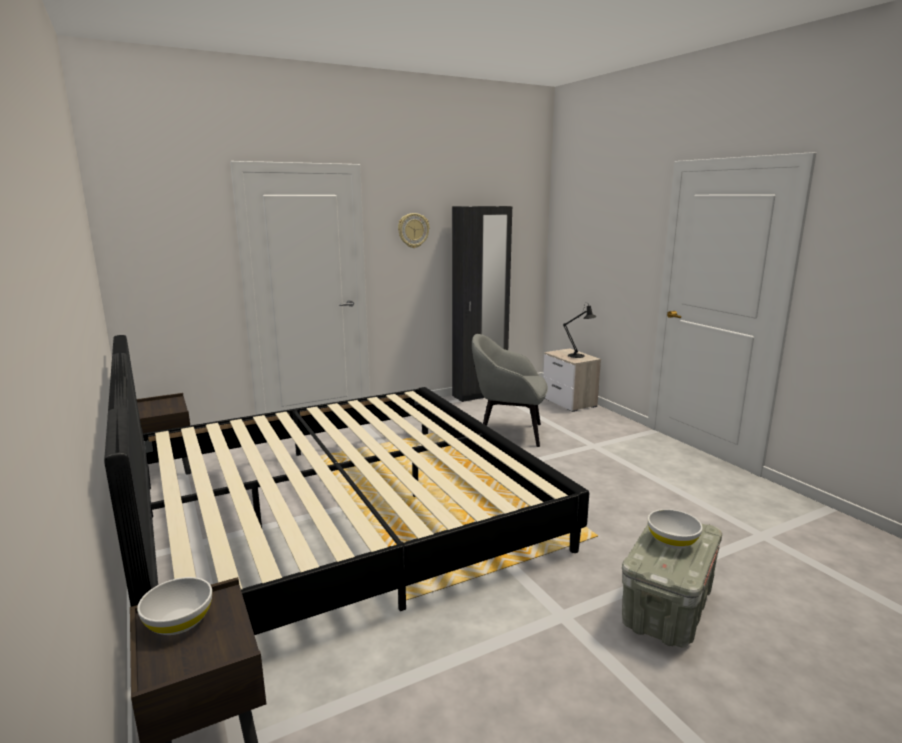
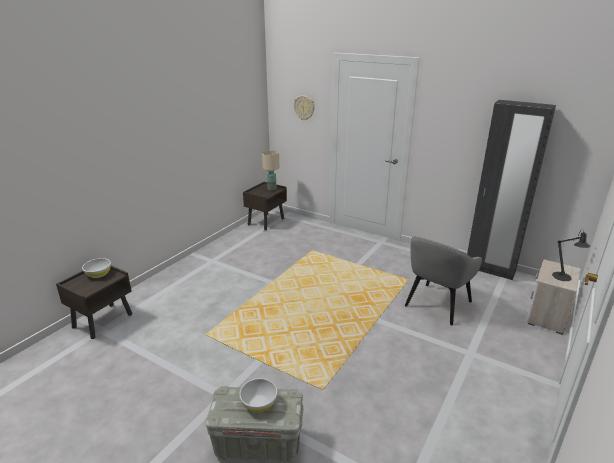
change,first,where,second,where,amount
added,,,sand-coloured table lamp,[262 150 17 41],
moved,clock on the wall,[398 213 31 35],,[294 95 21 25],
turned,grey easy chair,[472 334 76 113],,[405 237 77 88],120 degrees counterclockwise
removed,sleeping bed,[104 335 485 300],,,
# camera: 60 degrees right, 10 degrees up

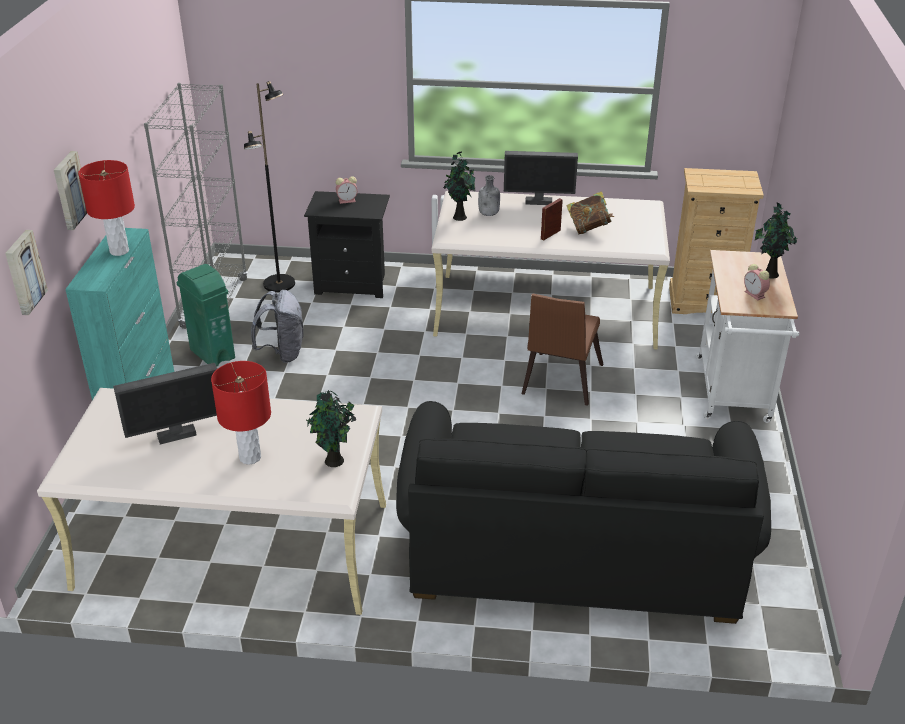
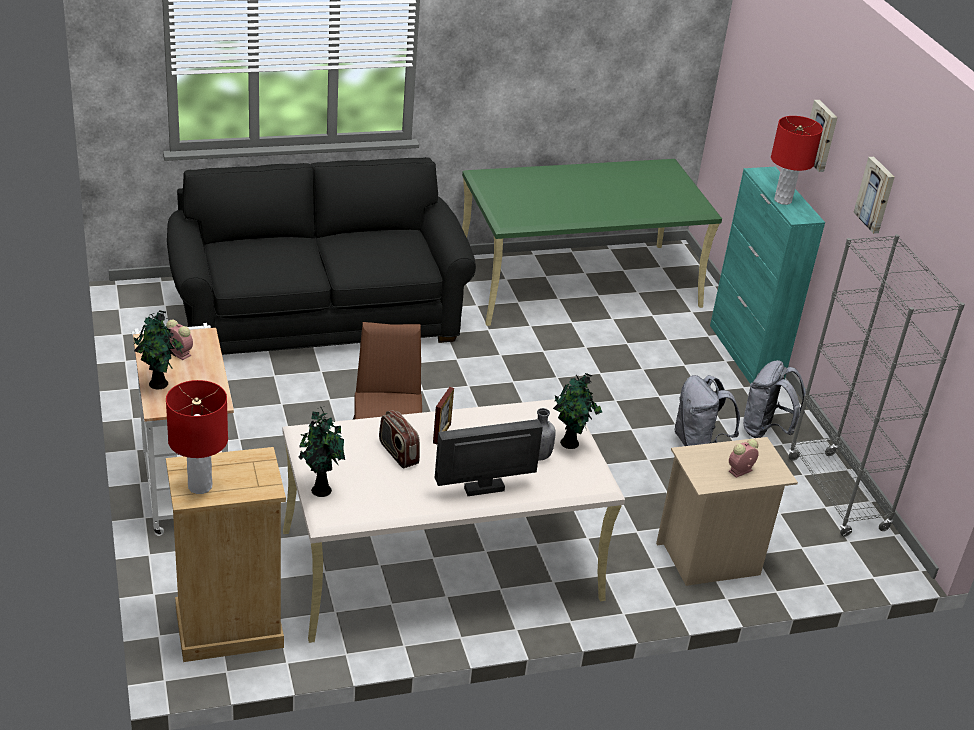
change,first,where,second,where,amount
moved,red-coloured table lamp,[211 361 60 104],,[166 380 62 114],
moved,potted plant,[307 390 49 77],,[299 406 46 91],
replaced,book,[566 191 48 44],radio receiver,[379 410 41 58],
recoloured,sand-coloured desk,[37 388 349 227],greenish desk,[462 159 260 167],
recoloured,black night table,[304 191 86 107],sand-coloured night table,[656 437 142 149],
replaced,greenish trash can,[177 264 58 103],grey backpack,[743 360 63 78],
moved,wall art,[5 230 43 85],,[853 157 41 77],
removed,computer display,[113 363 104 82],,,
removed,black floor lamp,[244 81 51 211],,,
# camera: 155 degrees right, 0 degrees up

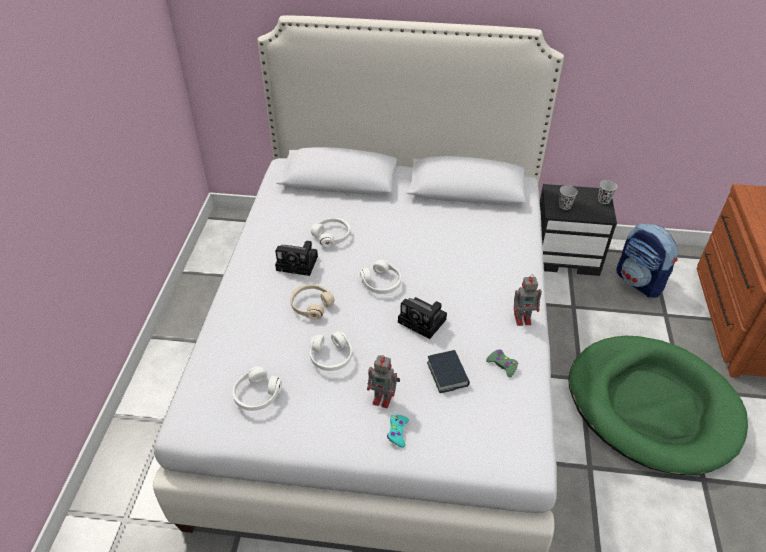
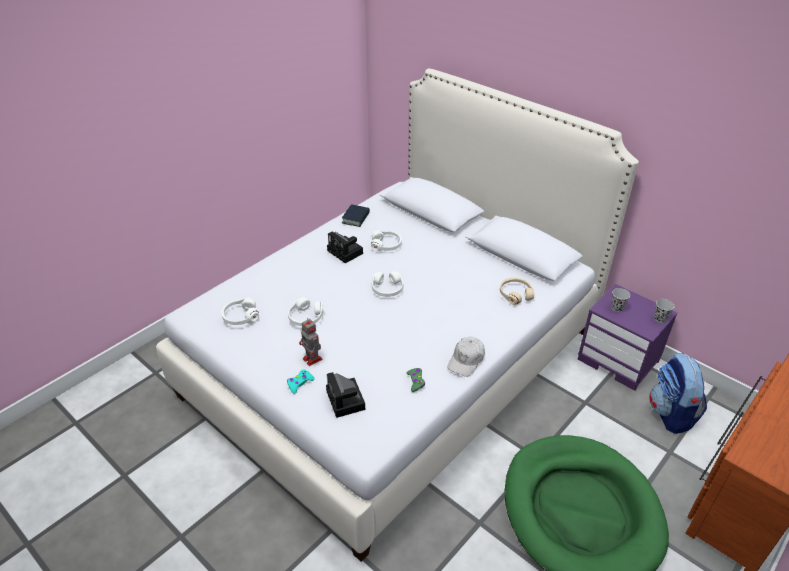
change,first,where,second,where,amount
moved,still camera,[398 297 49 42],,[326 372 39 46],
moved,book,[427 350 43 43],,[342 204 28 23],
replaced,toy robot,[514 274 28 52],white-coloured baseball cap,[447 337 38 40],
moved,sand-coloured pair of headphones,[290 284 45 36],,[500 278 34 27],
recoloured,black night table,[540 184 77 92],purple-coloured night table,[578 284 99 107],
# camera: 35 degrees right, 5 degrees down

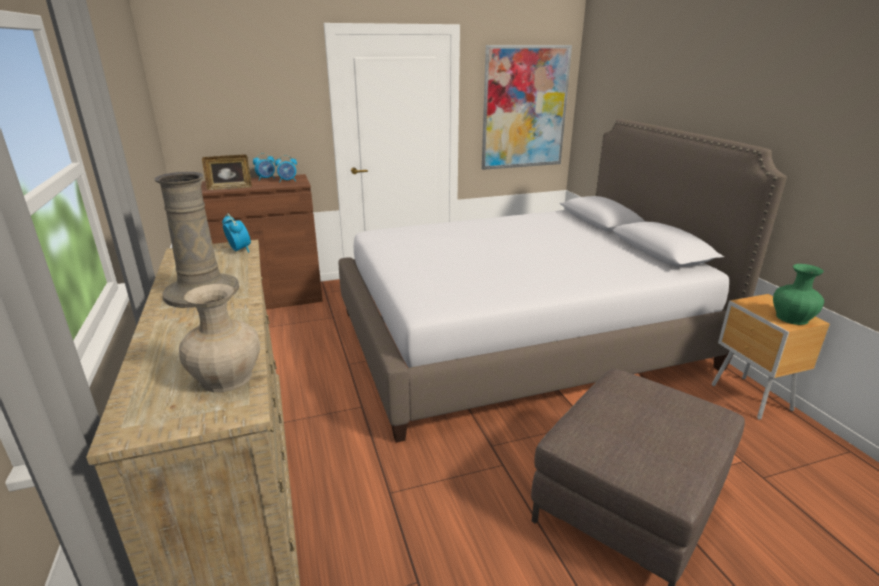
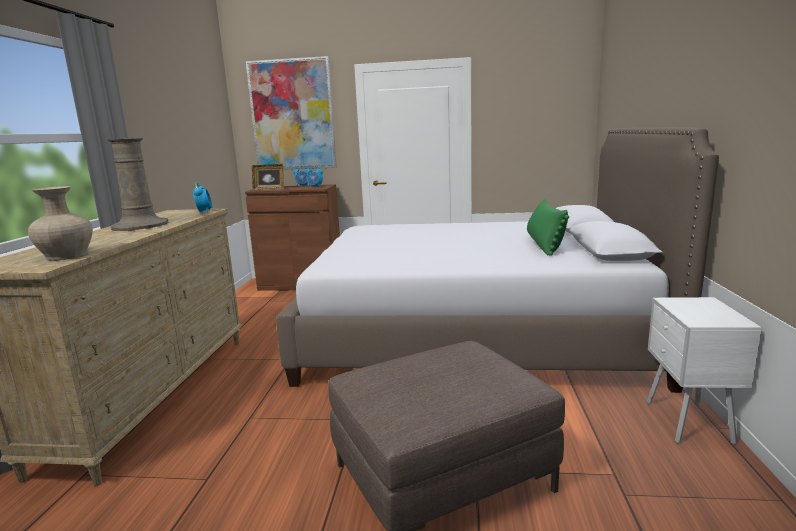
change,first,where,second,where,amount
moved,wall art,[482 45 90 125],,[246 56 91 114],
added,,,greenish pillow,[527 199 42 57],
recoloured,brown-coloured night table,[712 294 118 126],white-coloured night table,[647 297 115 148],
removed,greenish vase,[773 264 51 61],,,
# camera: 25 degrees right, 10 degrees down

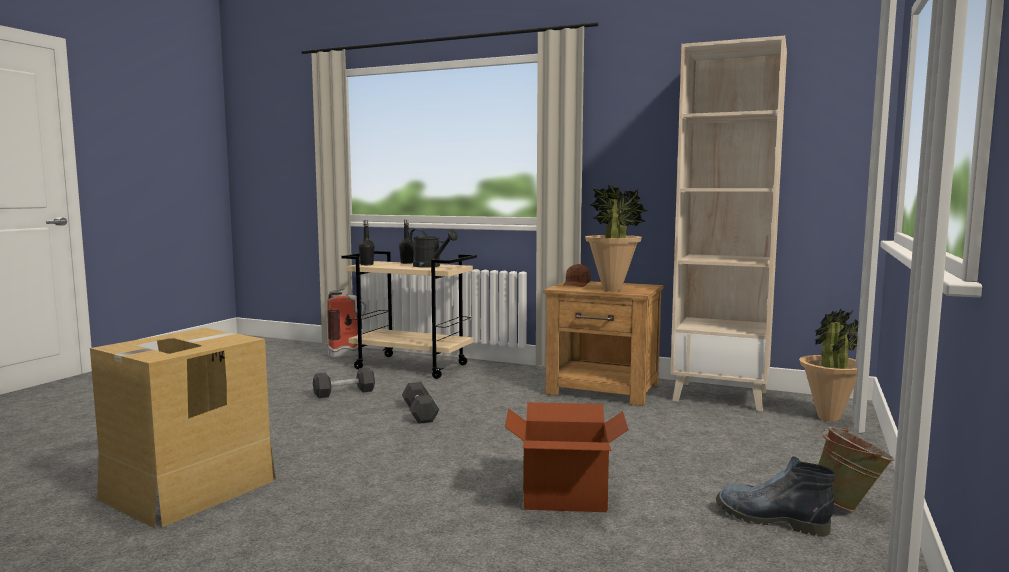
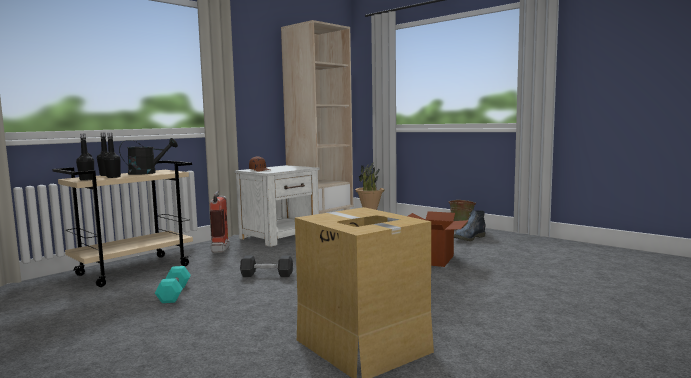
change,first,where,second,where,amount
added,,,black beverage bottle,[104 133 17 45],
recoloured,black free weight,[313 367 62 31],turquoise-coloured free weight,[155 266 36 37],
moved,fire-fighting cylinder,[327 288 39 71],,[209 191 21 62],
recoloured,brown-coloured night table,[544 281 120 125],white-coloured night table,[234 165 86 82],
removed,potted plant,[585 184 62 107],,,
# camera: 70 degrees left, 0 degrees up

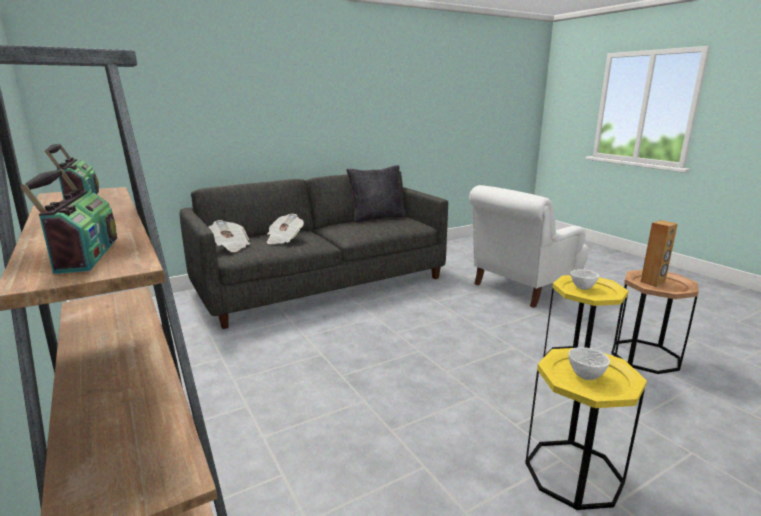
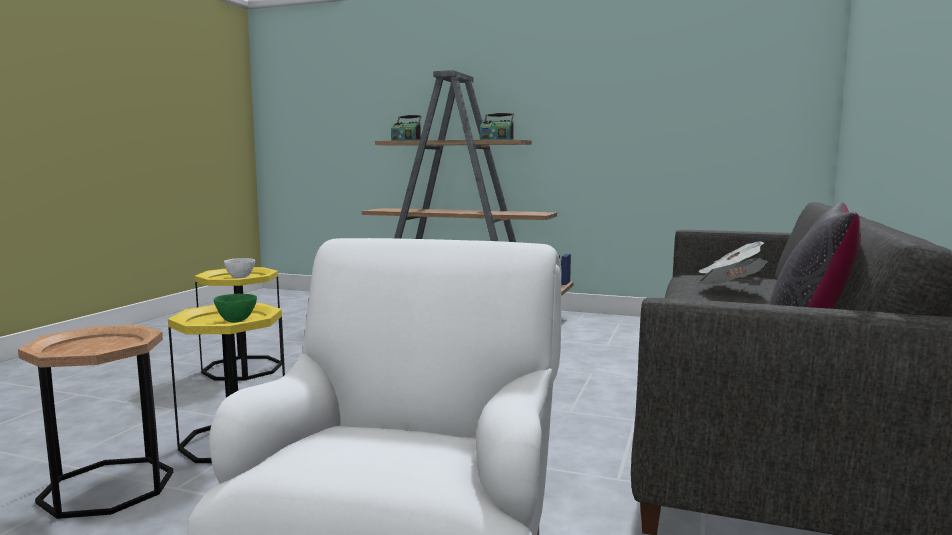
change,first,where,second,where,amount
recoloured,white-coloured bowl,[571 269 28 21],greenish bowl,[214 294 43 29],
removed,brown-coloured loudspeaker,[641 220 37 67],,,
# camera: 140 degrees right, 10 degrees down

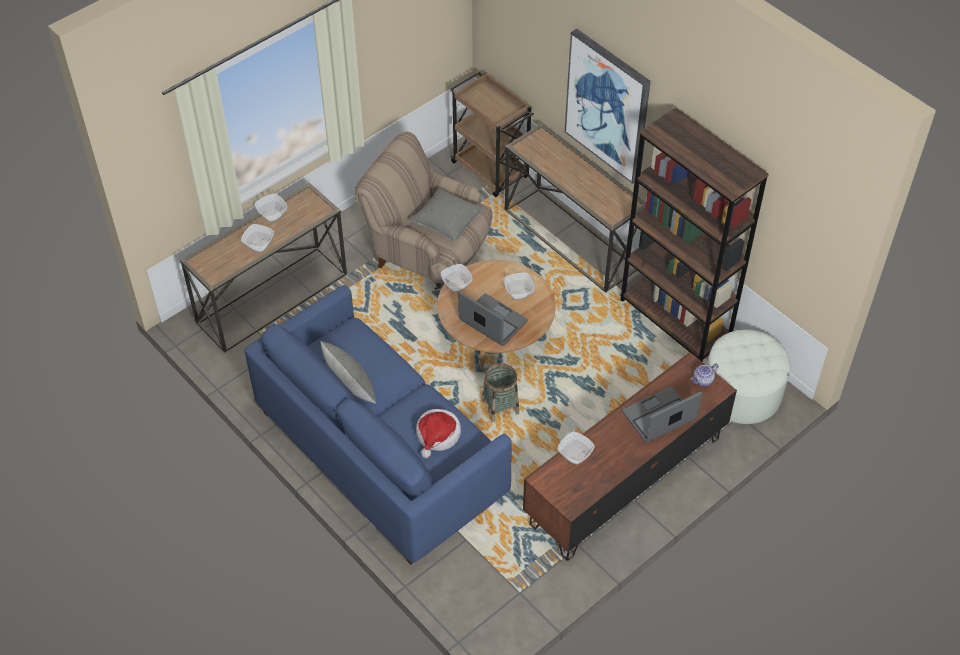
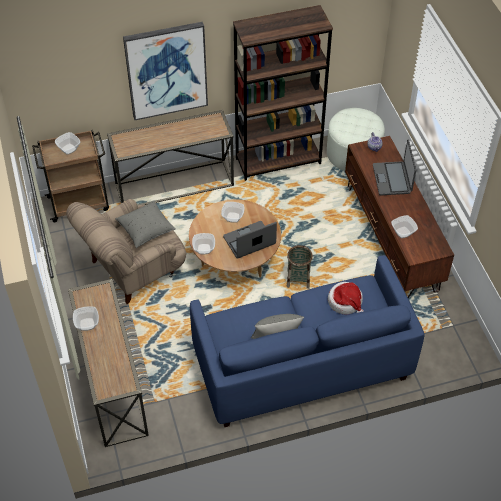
change,first,where,second,where,amount
moved,bowl,[241 224 33 29],,[55 132 25 23],
# camera: 65 degrees left, 0 degrees up

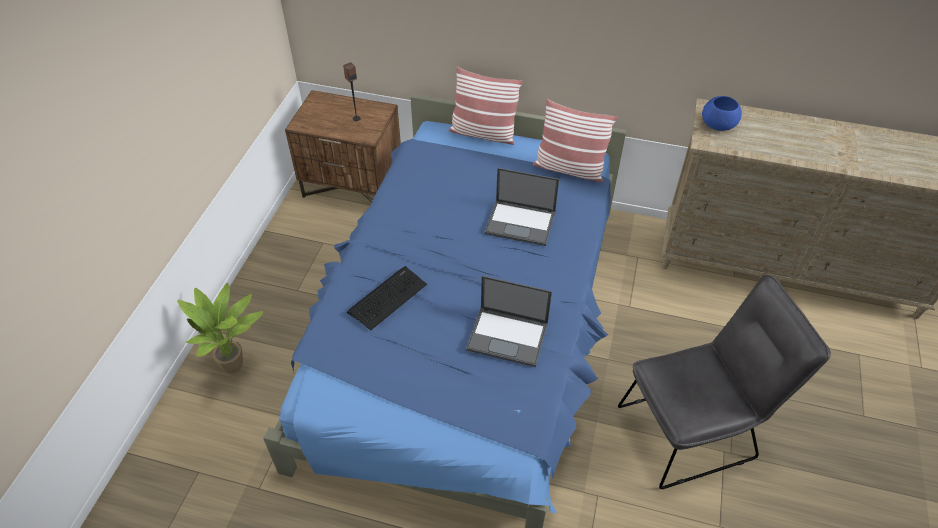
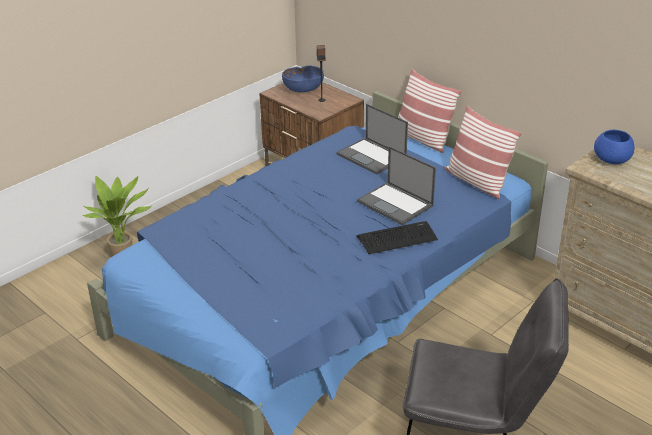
change,first,where,second,where,amount
added,,,blue bowl,[282 65 42 27],
moved,laptop,[466 276 86 91],,[336 104 72 71],
moved,PC keyboard,[347 266 80 64],,[356 221 82 33],
# camera: 30 degrees right, 15 degrees down

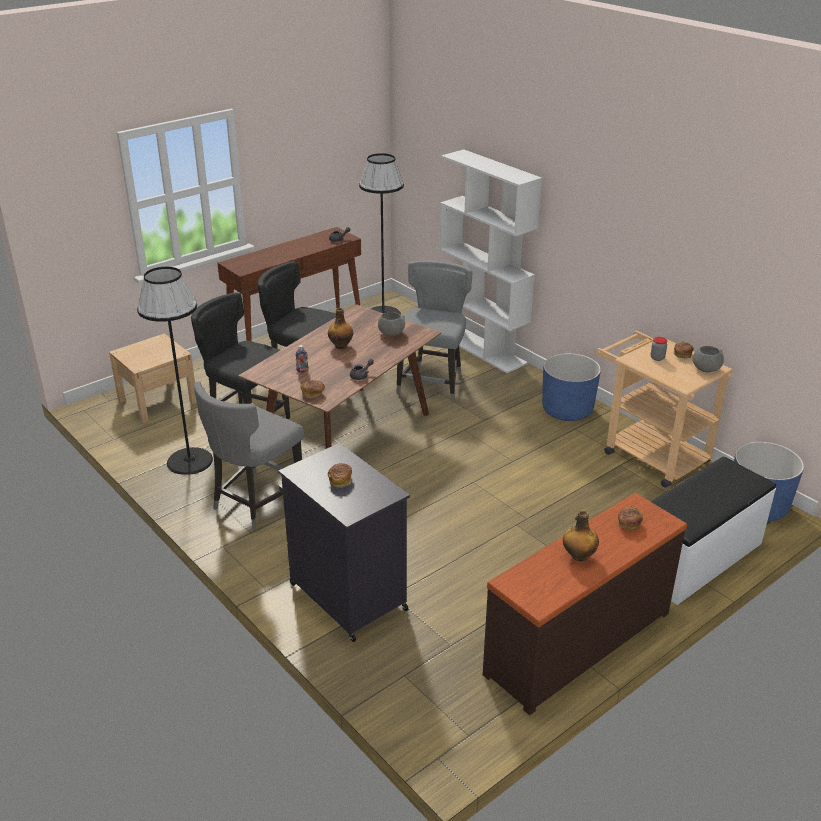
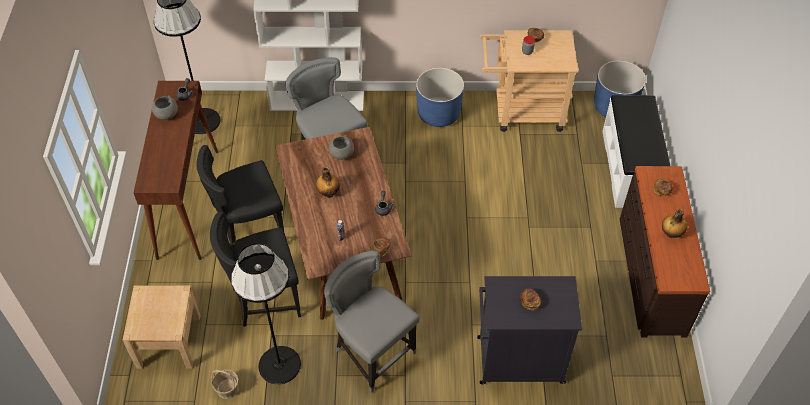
change,first,where,second,where,amount
moved,grey bowl,[693 346 31 26],,[152 95 26 25],
added,,,basket,[211 370 28 29],
turned,grey plain chair,[194 381 110 148],,[324 251 96 142],150 degrees clockwise
# camera: 50 degrees left, 20 degrees up

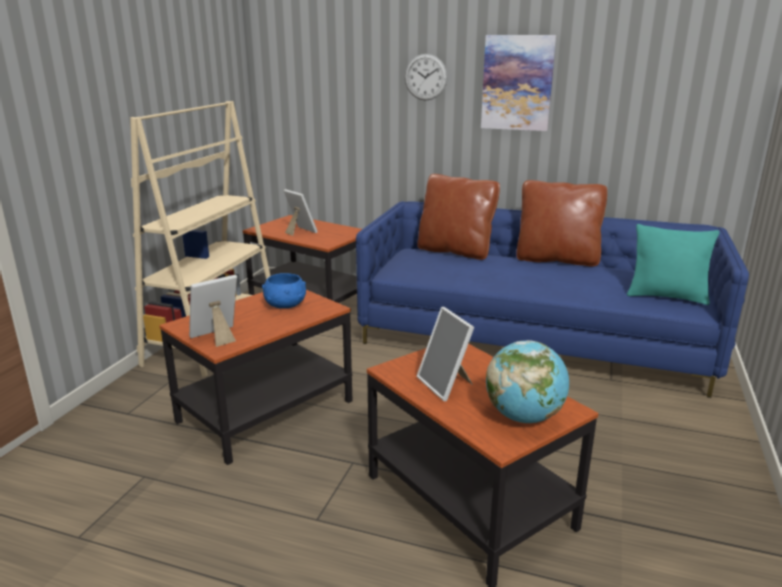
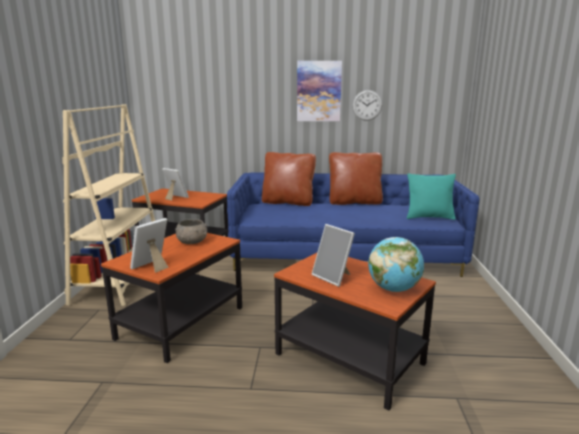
change,first,where,second,where,amount
recoloured,blue bowl,[262 273 44 35],grey bowl,[175 219 32 25],
moved,clock on the wall,[405 54 42 47],,[352 90 30 31],
# camera: 15 degrees left, 5 degrees down

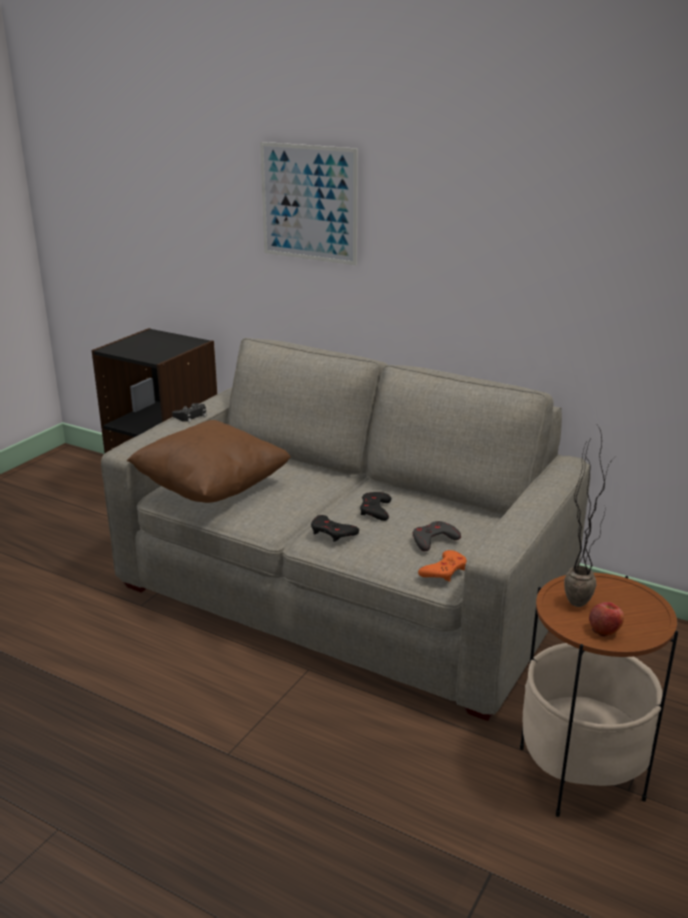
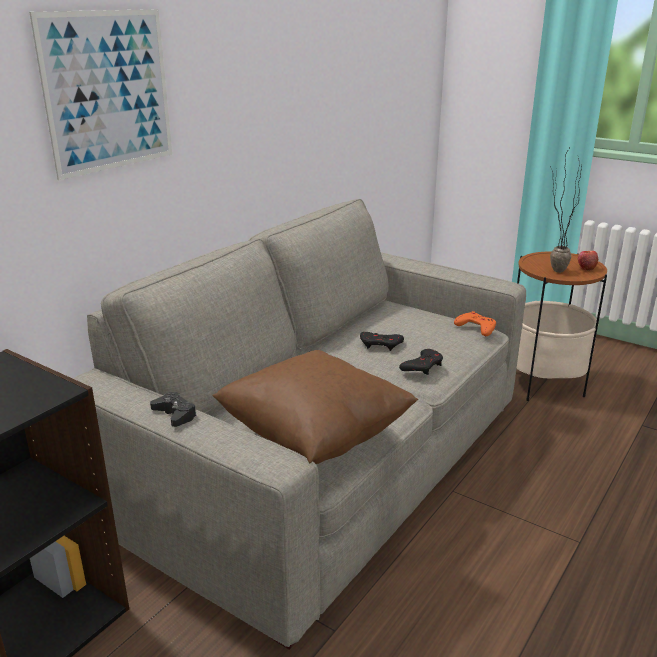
change,first,where,second,where,amount
removed,grey joypad,[412 521 49 30],,,
# camera: 85 degrees left, 0 degrees up

